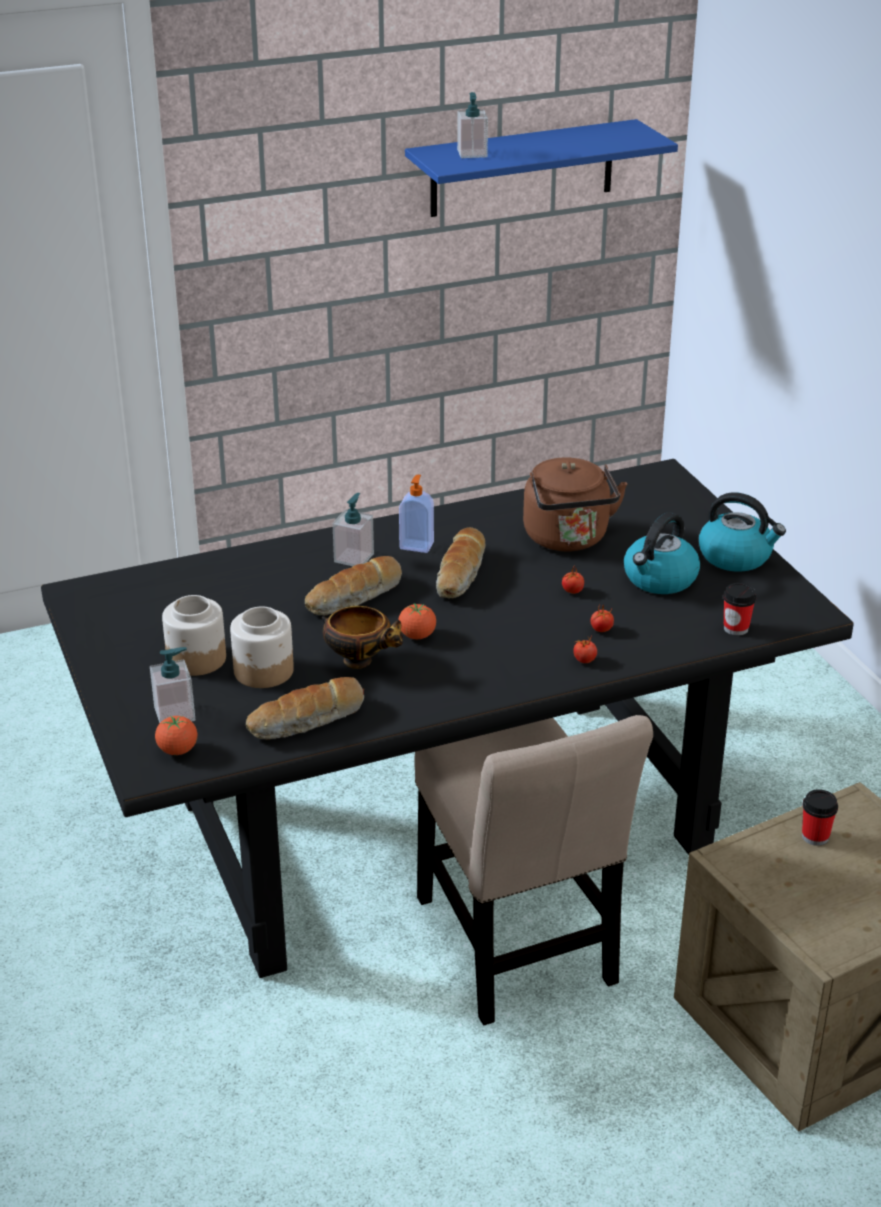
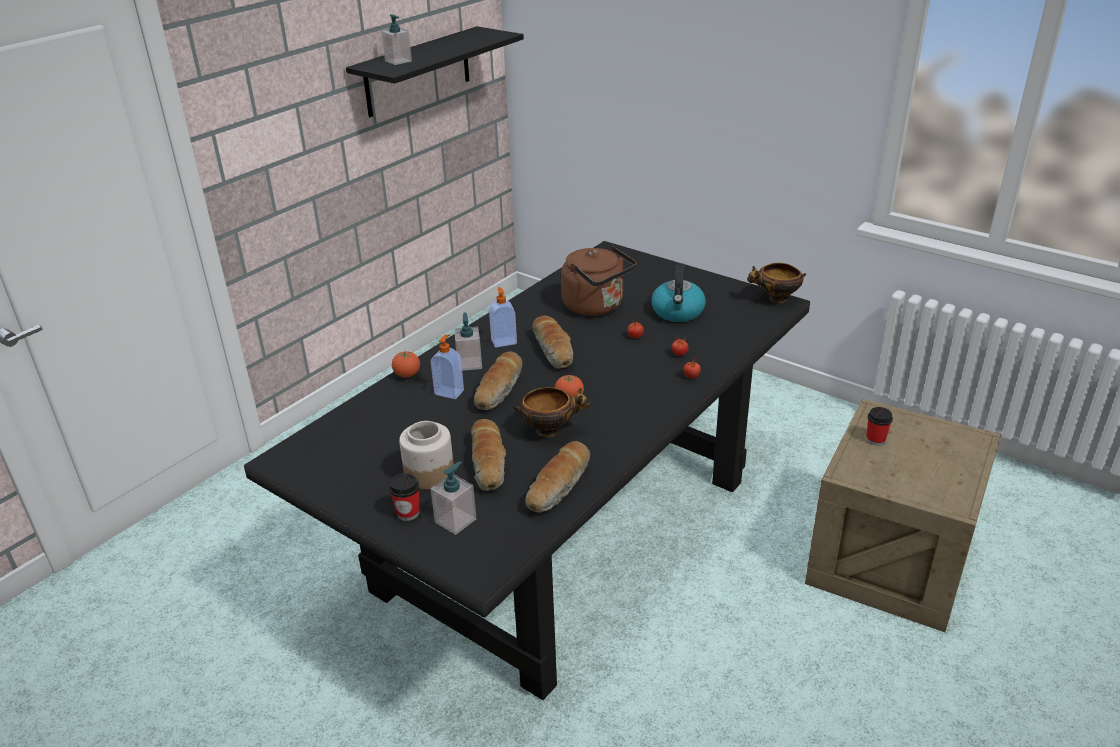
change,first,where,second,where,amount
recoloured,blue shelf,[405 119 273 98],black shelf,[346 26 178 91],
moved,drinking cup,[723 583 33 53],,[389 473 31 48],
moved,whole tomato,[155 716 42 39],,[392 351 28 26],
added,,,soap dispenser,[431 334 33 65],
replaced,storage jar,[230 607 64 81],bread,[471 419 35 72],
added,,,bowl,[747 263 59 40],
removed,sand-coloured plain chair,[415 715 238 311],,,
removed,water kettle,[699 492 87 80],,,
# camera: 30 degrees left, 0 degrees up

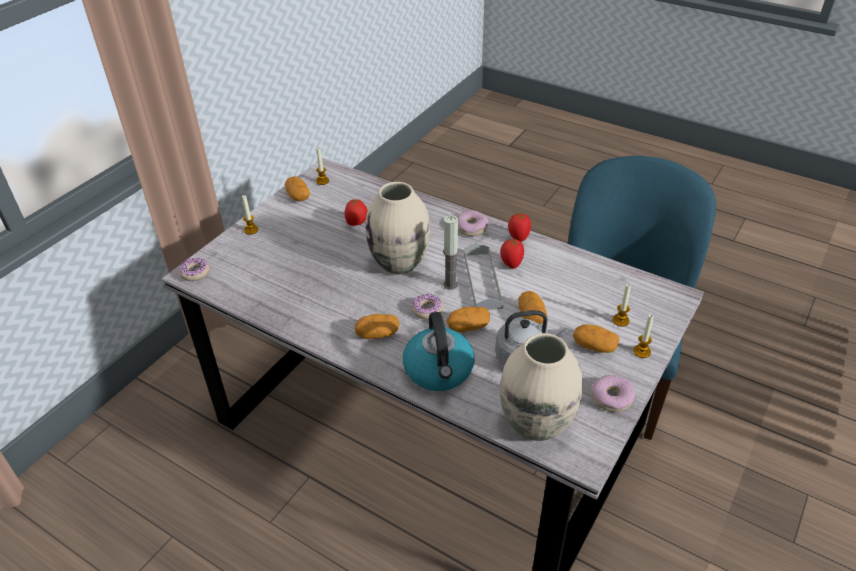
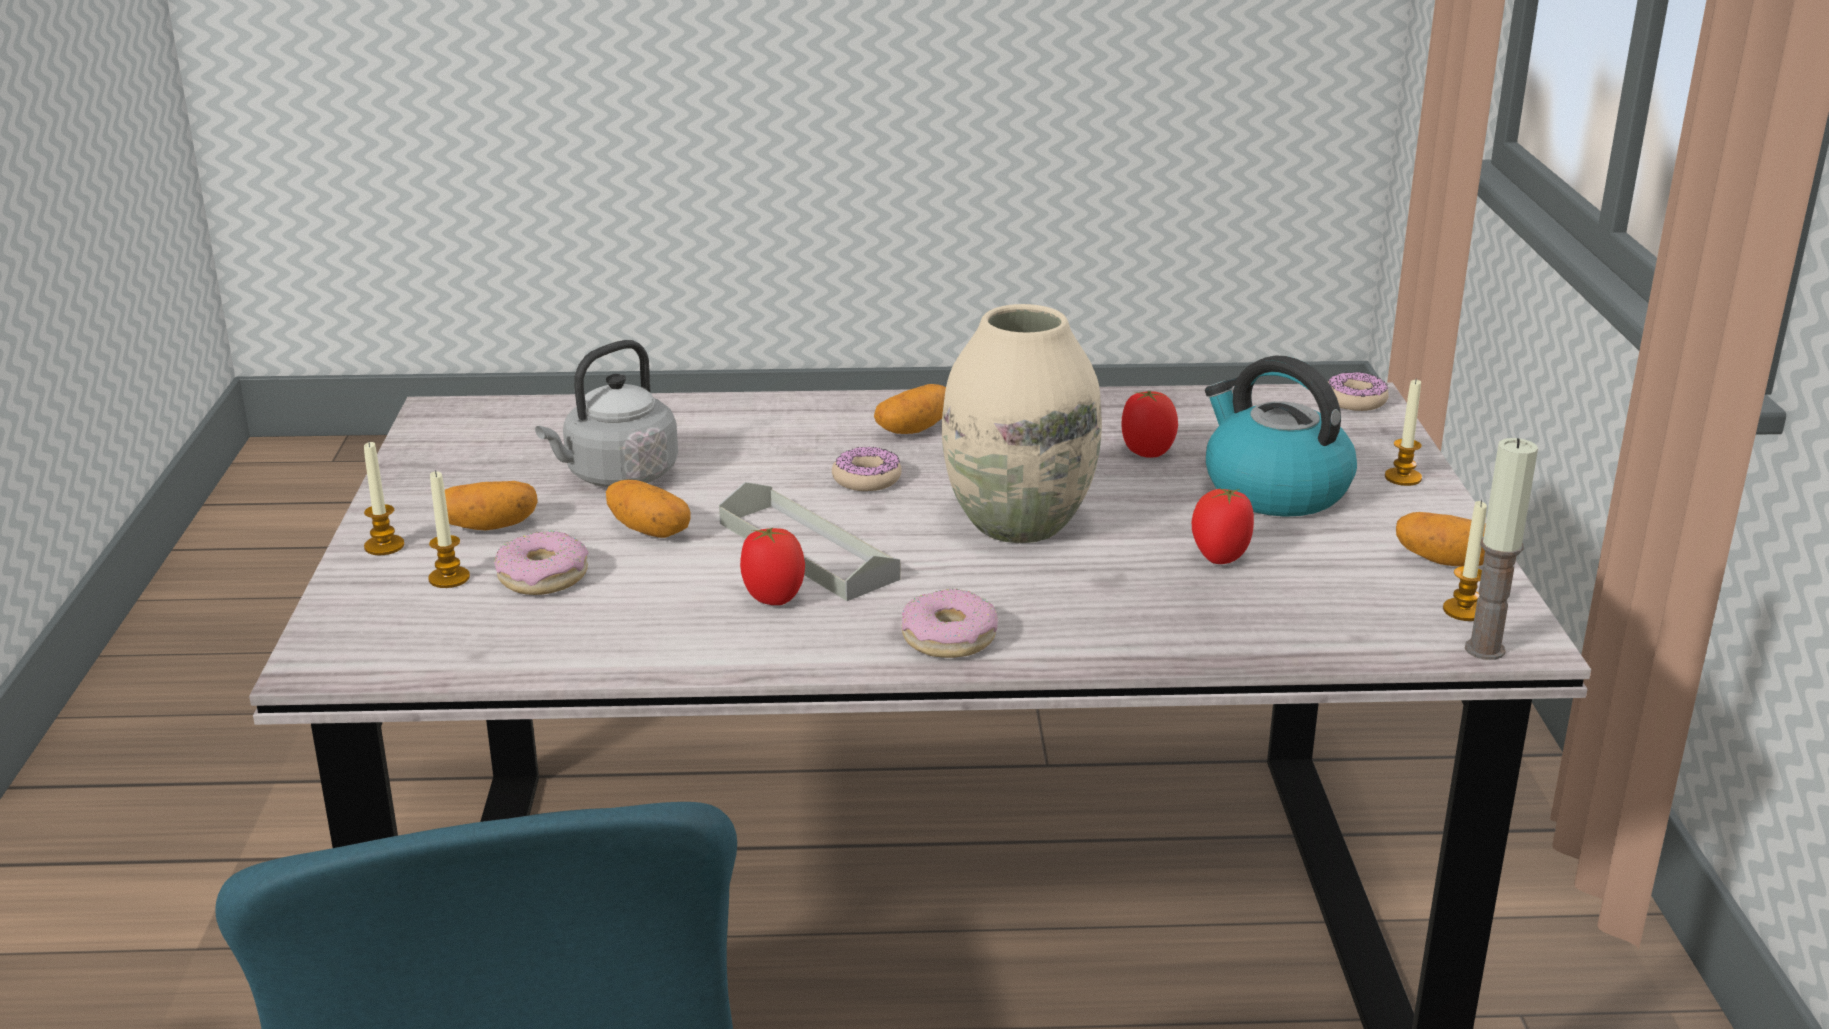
change,first,where,second,where,amount
moved,donut,[592 375 43 37],,[494 531 94 64],
moved,whole tomato,[508 214 23 28],,[1121 391 57 67],
moved,water kettle,[403 312 72 79],,[1205 356 152 161],
moved,candle,[443 215 15 75],,[1465 438 73 222],
removed,spud,[446 307 44 25],,,
removed,sand-coloured vase,[500 333 82 108],,,
# camera: 145 degrees right, 15 degrees down

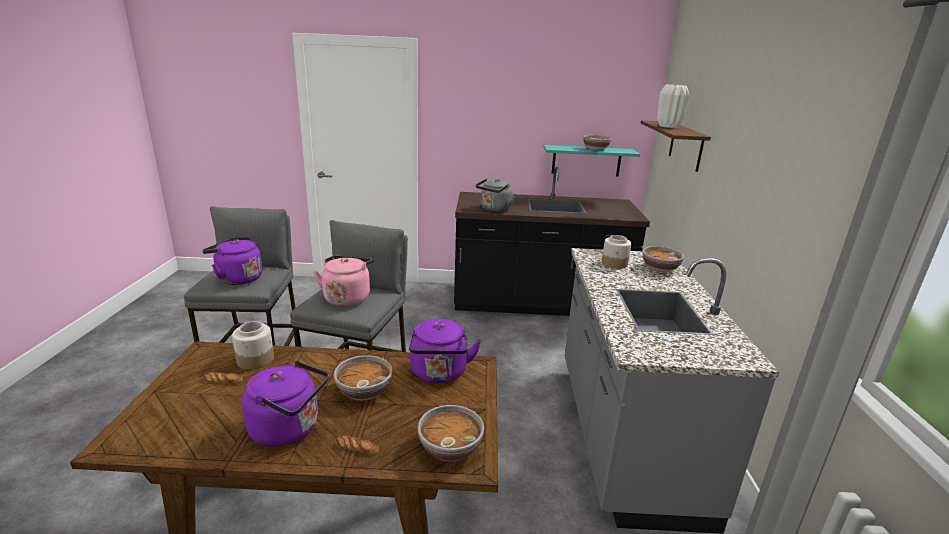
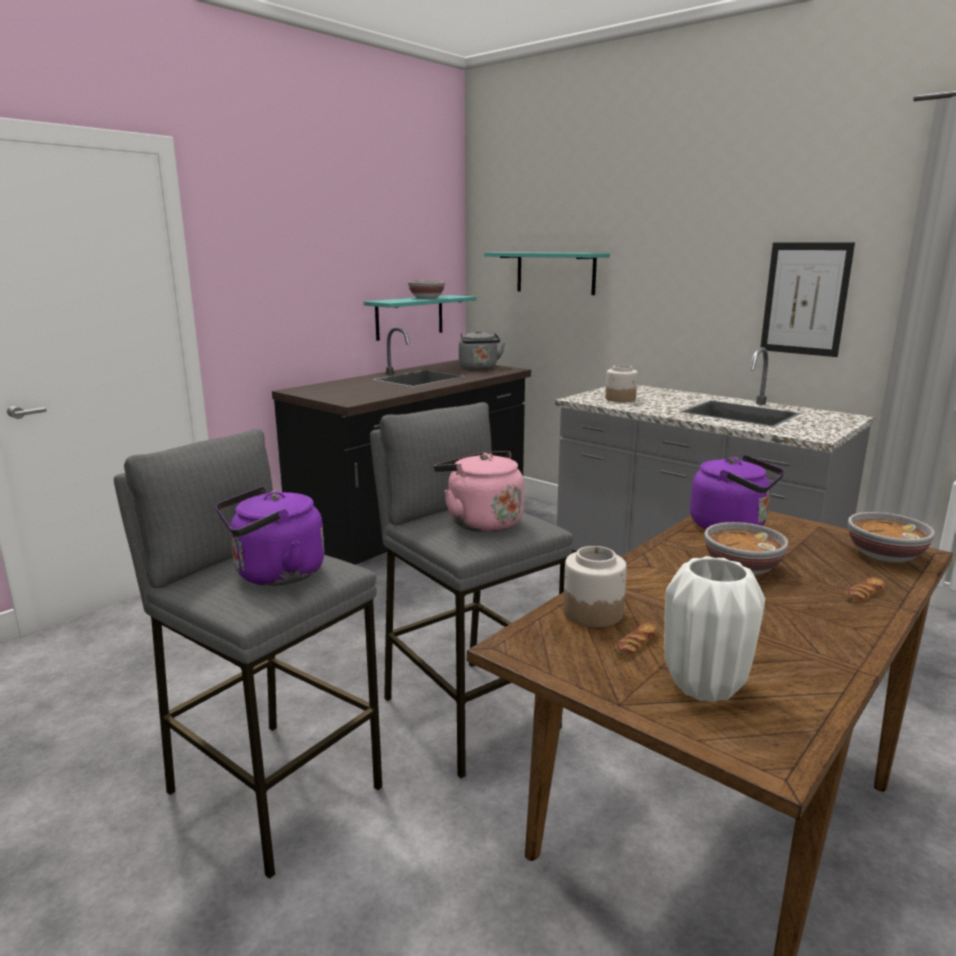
change,first,where,second,where,amount
moved,grey water kettle,[476 178 40 34],,[459 330 46 40],
recoloured,brown-coloured shelf,[641 120 70 52],turquoise-coloured shelf,[484 252 126 43],
moved,white-coloured vase,[657 84 32 44],,[664 556 101 147],
added,,,wall art,[760 242 95 115],
removed,purple-coloured water kettle,[242 361 87 86],,,
removed,bowl,[642 246 42 26],,,
# camera: 50 degrees left, 5 degrees down

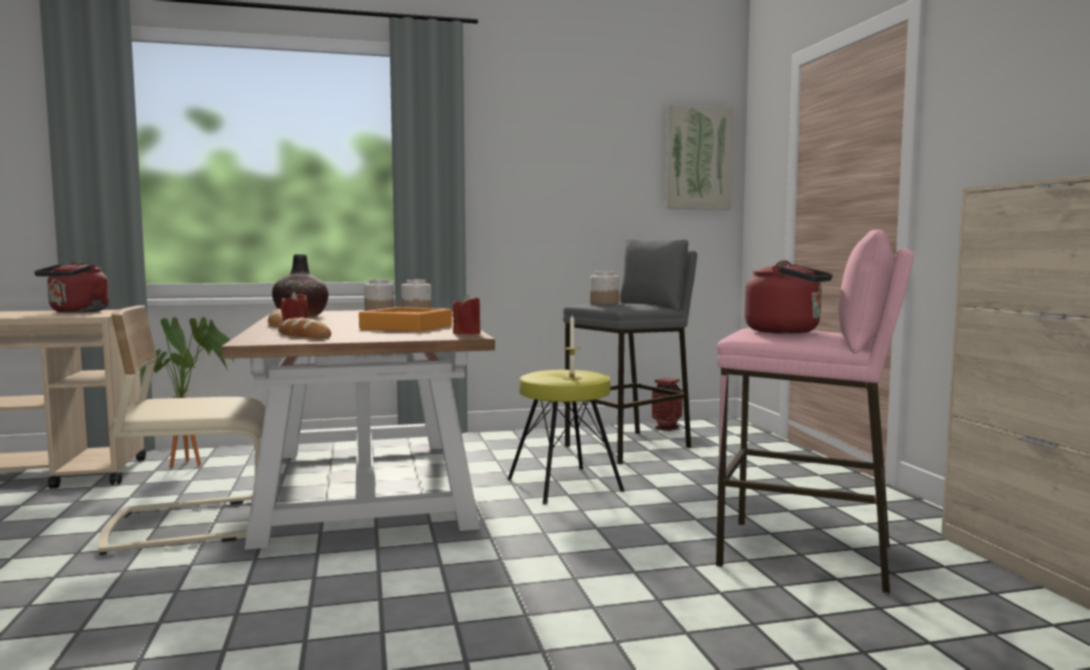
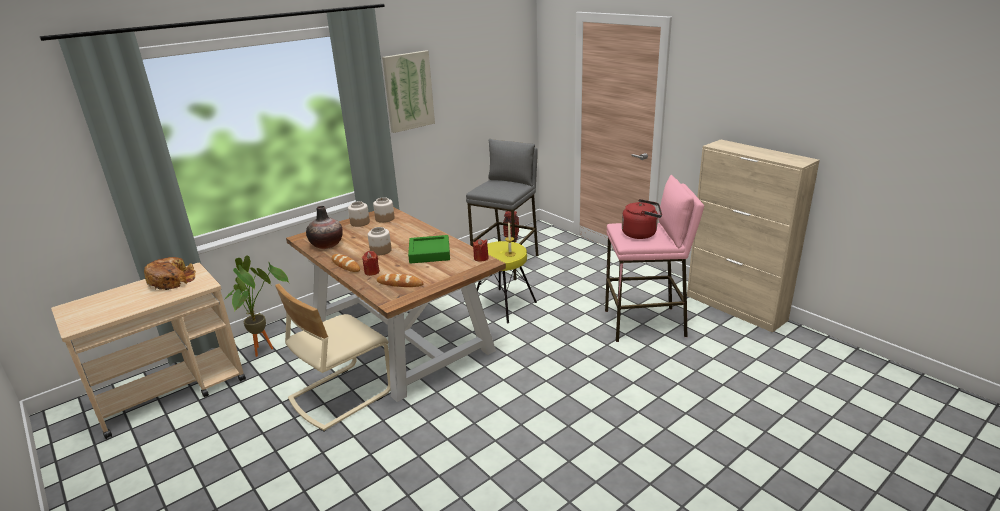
change,first,where,second,where,amount
replaced,red-coloured water kettle,[34 261 75 52],bread,[144 257 52 33],
moved,storage jar,[590 271 29 34],,[368 227 24 28],
moved,wall art,[665 105 69 105],,[382 50 53 83],
recoloured,orange carrying tray,[359 307 93 24],greenish carrying tray,[408 235 42 29],
# camera: 25 degrees left, 20 degrees up

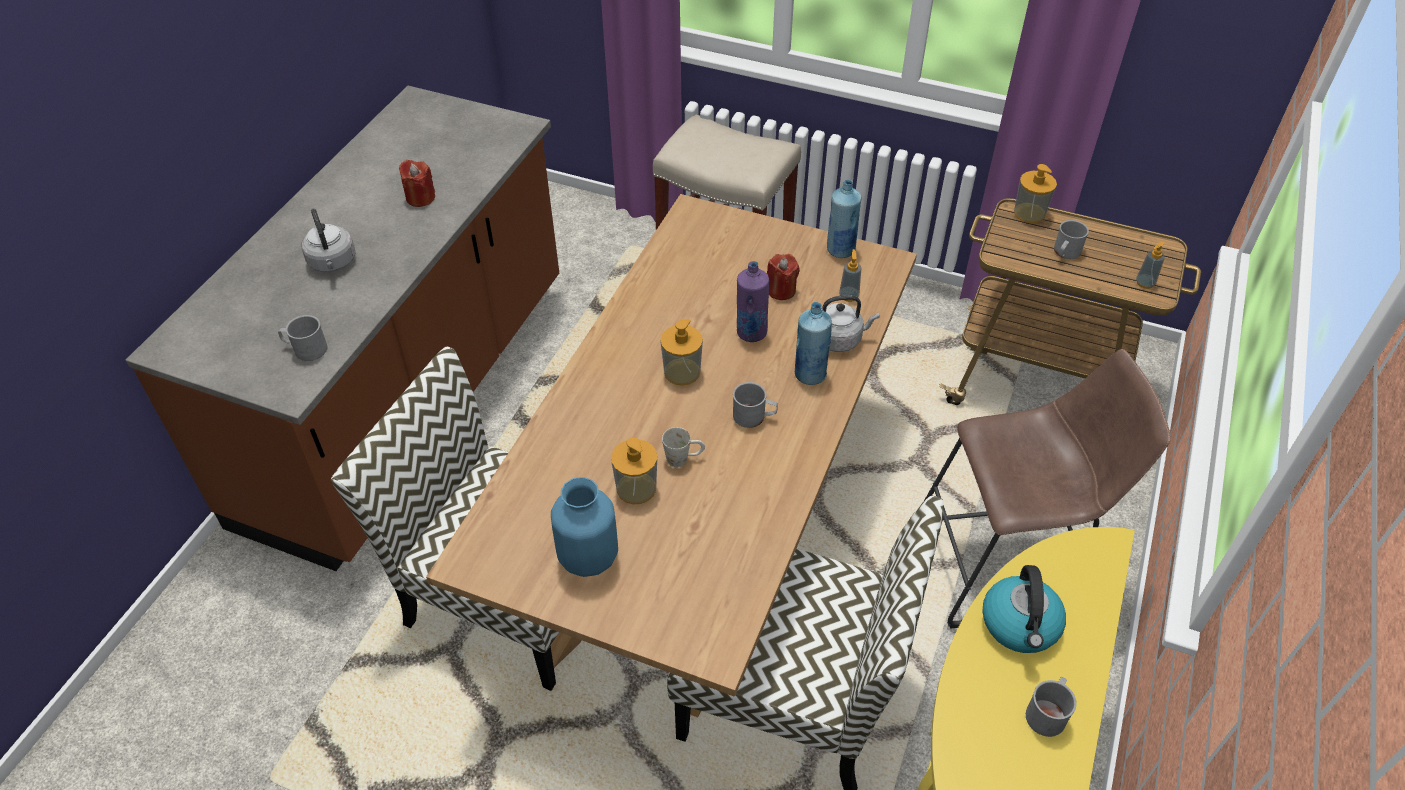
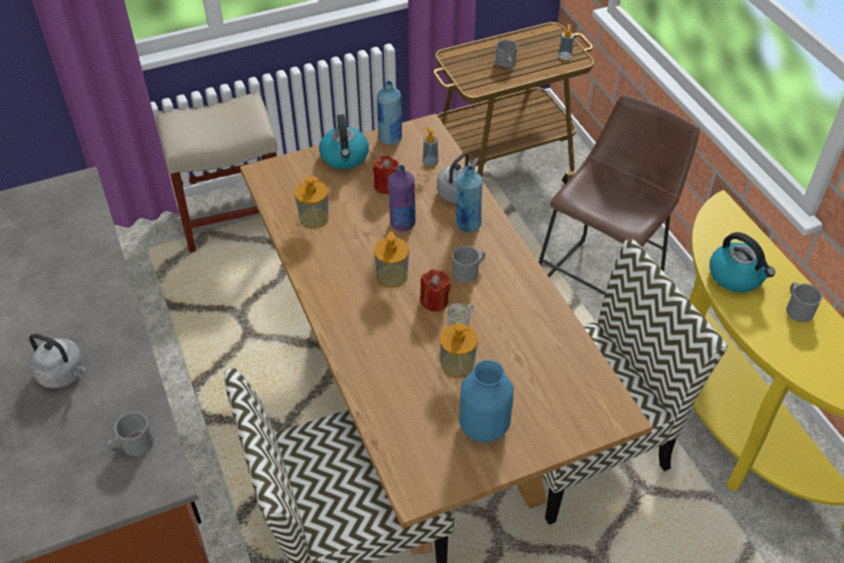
change,first,where,second,where,amount
moved,soap dispenser,[1014 164 43 59],,[294 176 35 53],
added,,,water kettle,[319 114 50 55],
moved,red-coloured candle,[399 160 36 47],,[420 269 31 42],
# camera: 45 degrees left, 0 degrees up

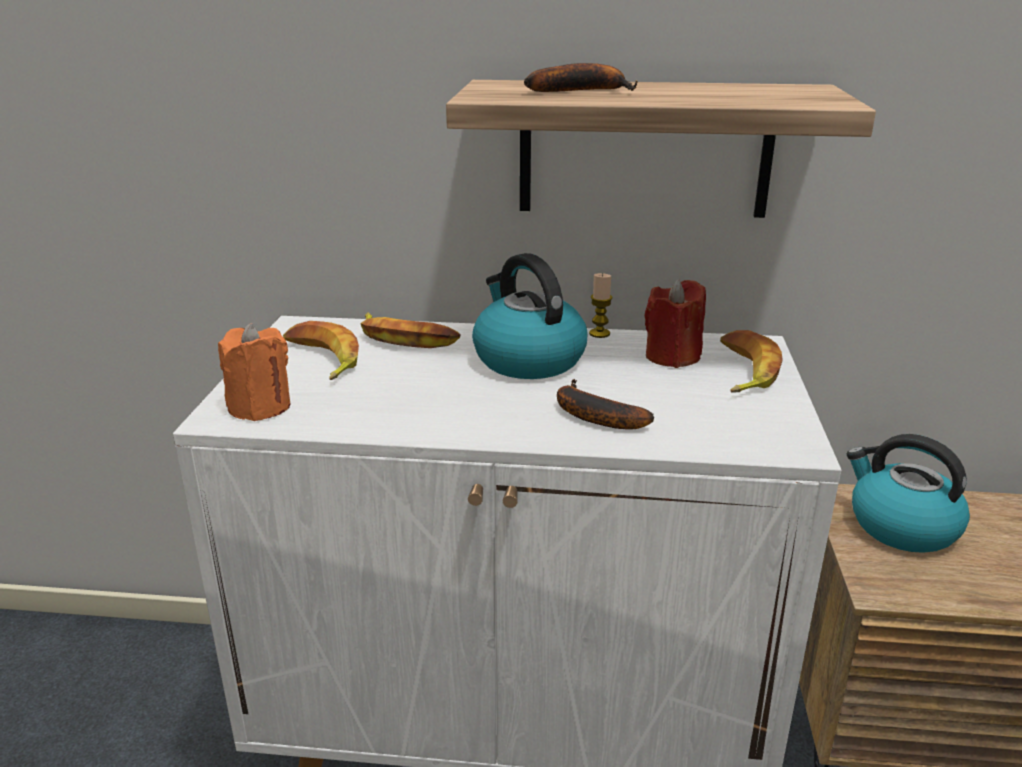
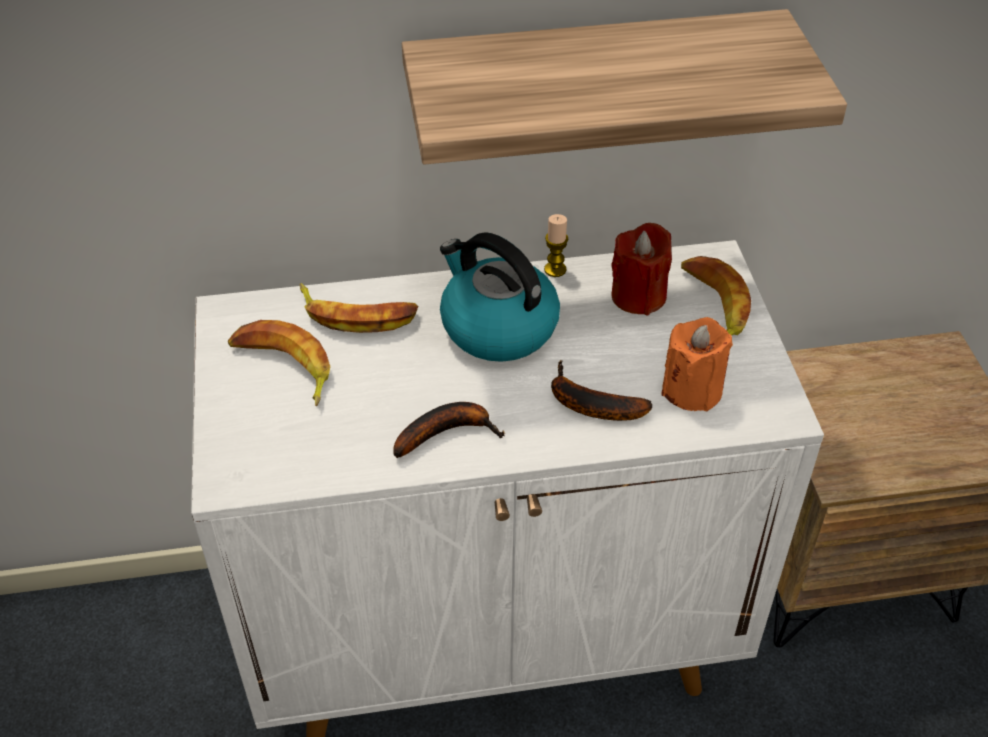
change,first,where,second,where,amount
moved,whole banana,[524 63 114 29],,[393 402 112 56],
moved,orange candle,[218 323 72 98],,[661 317 72 94],
removed,water kettle,[847 434 123 119],,,
# camera: 15 degrees left, 20 degrees up

